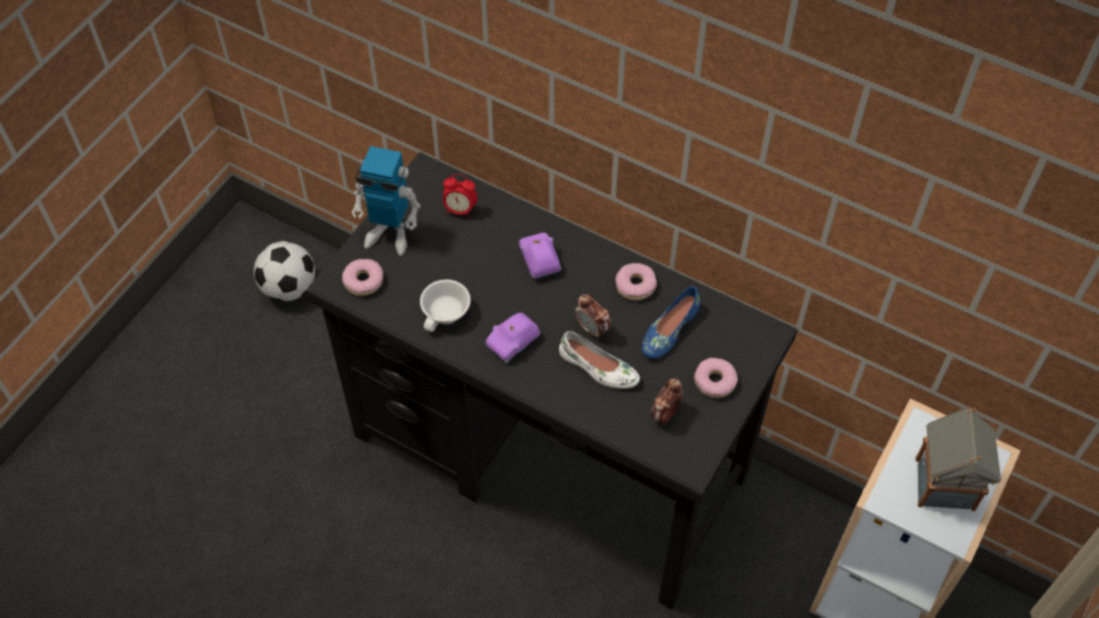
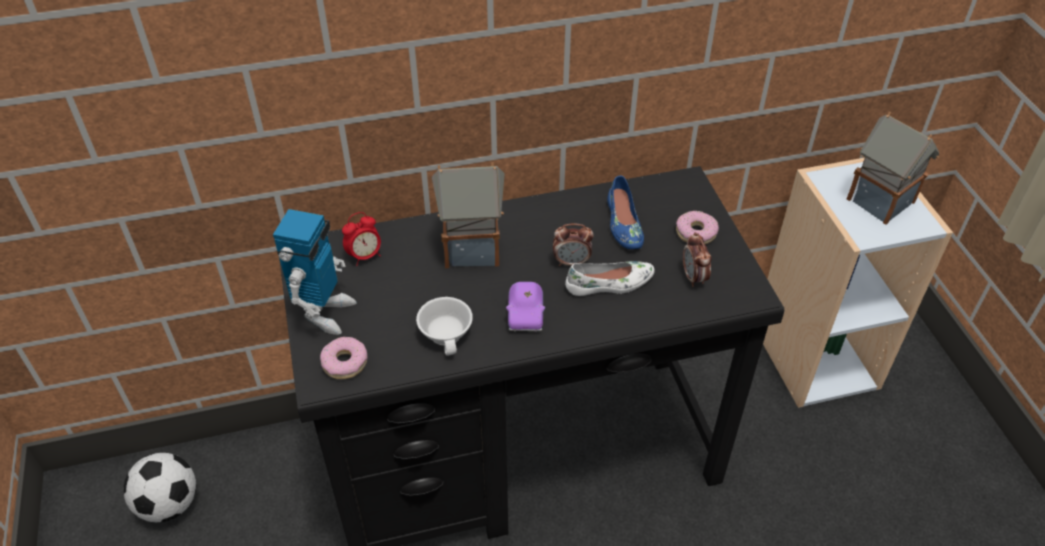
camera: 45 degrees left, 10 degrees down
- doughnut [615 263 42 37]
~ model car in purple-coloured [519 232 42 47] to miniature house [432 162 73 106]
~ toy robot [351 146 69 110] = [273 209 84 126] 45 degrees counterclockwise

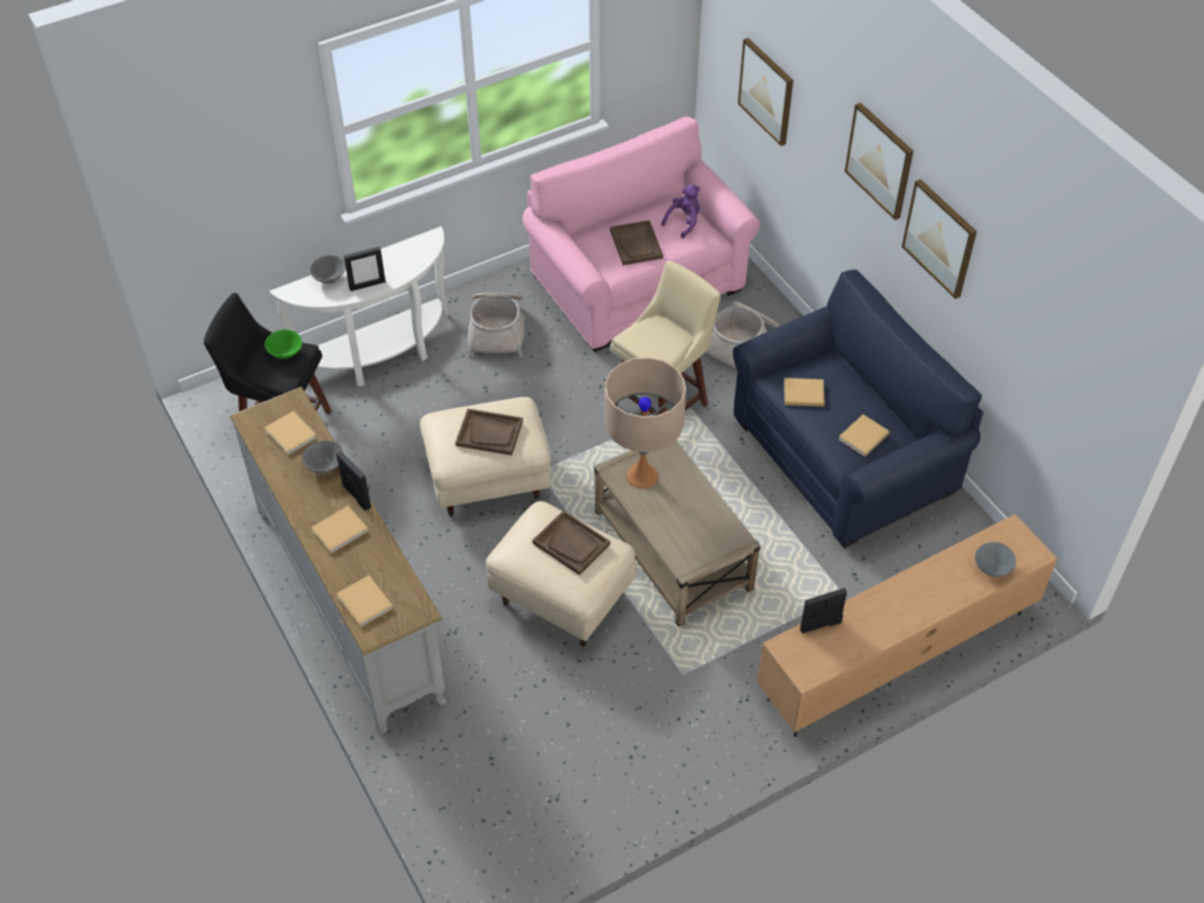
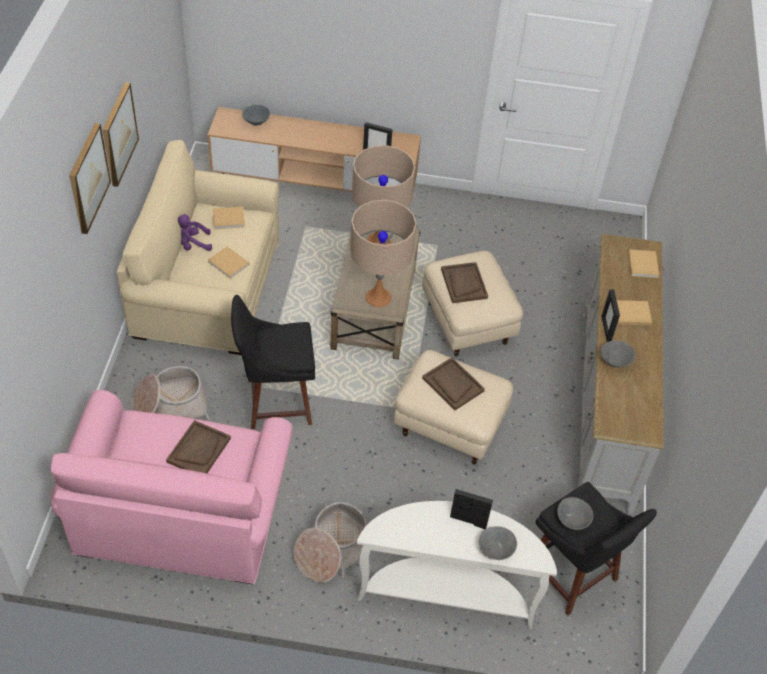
camera: 145 degrees left, 0 degrees up
- book in sand-coloured [264 411 53 44]
- wall art [738 38 55 108]
+ lamp for a table in sand-coloured [352 145 63 99]
~ plush toy in purple-coloured [661 184 39 54] to [178 214 34 37]
~ deep dish in greenish [265 330 37 29] to deep dish in gray [557 497 36 33]
~ sitting stool in sand-coloured [611 261 110 155] to sitting stool in black-coloured [231 295 84 134]
~ settee in blue [733 269 250 279] to settee in sand-coloured [117 140 162 215]

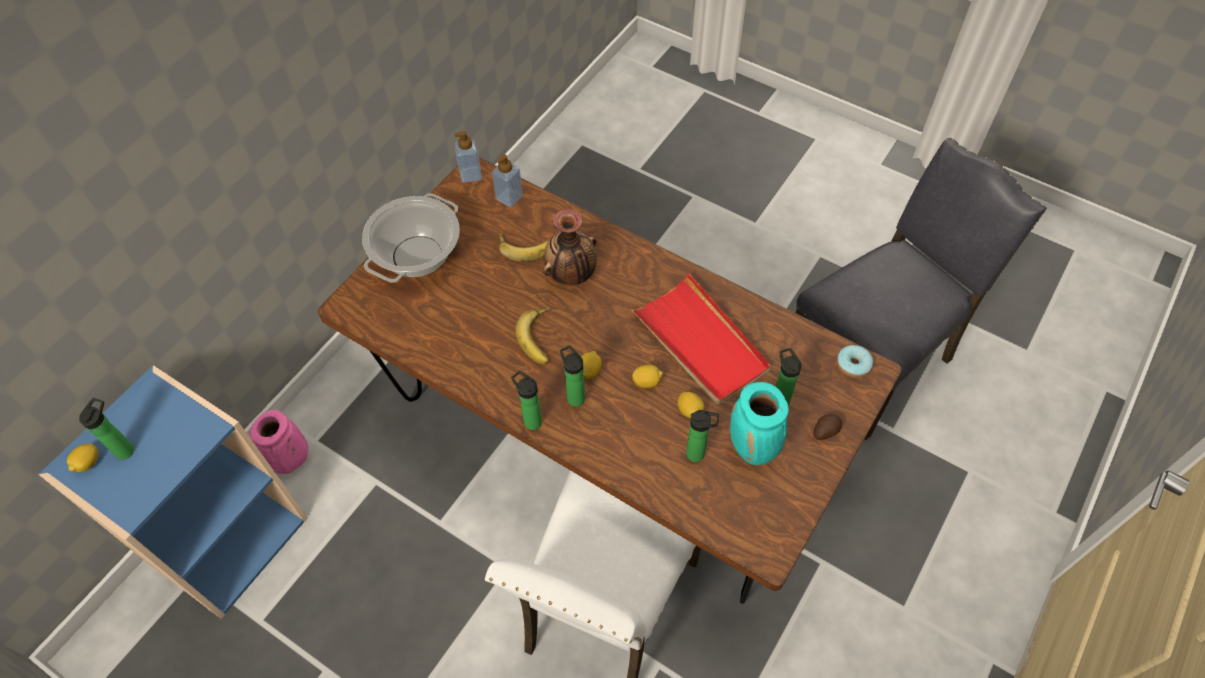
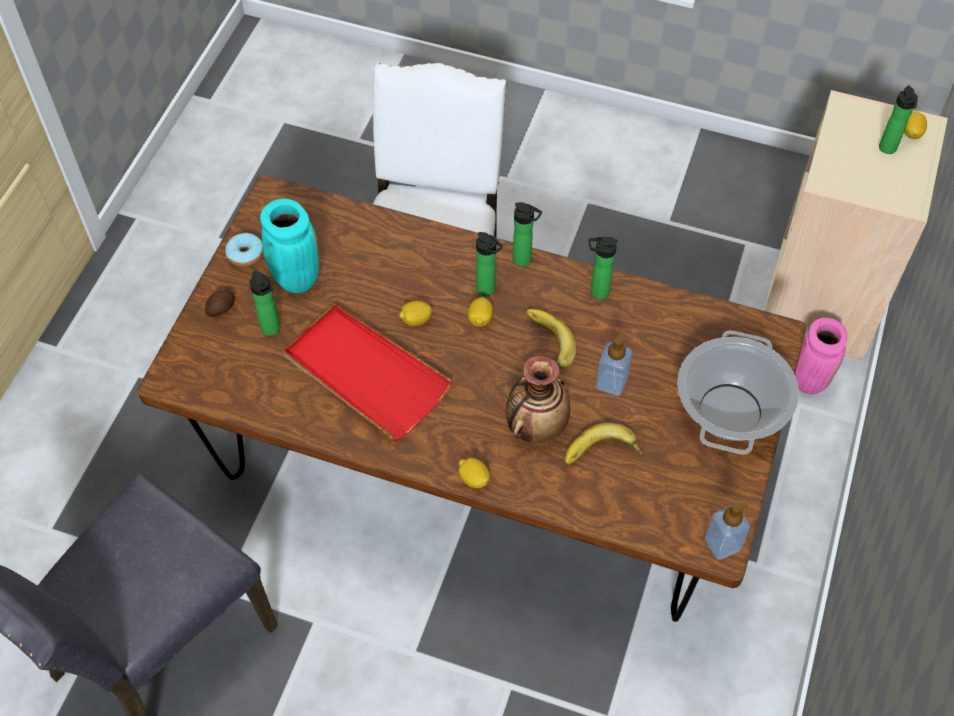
camera: 165 degrees right, 0 degrees up
~ soap dispenser [492 154 31 53] to [596 332 36 64]
~ lemon [678 392 26 27] to [459 458 31 30]
~ bottle [686 410 33 52] to [589 237 29 62]
~ doughnut [837 345 36 33] to [225 233 38 34]
~ shelving unit in blue [39 365 269 254] to shelving unit in sand-coloured [764 90 184 271]

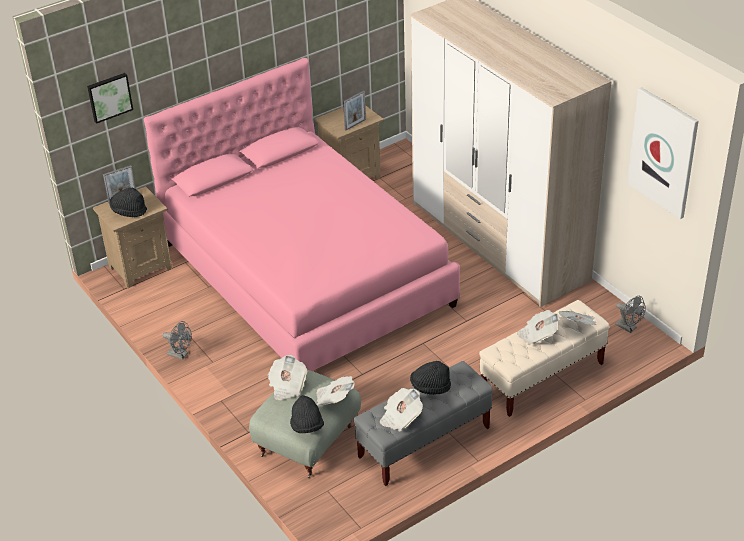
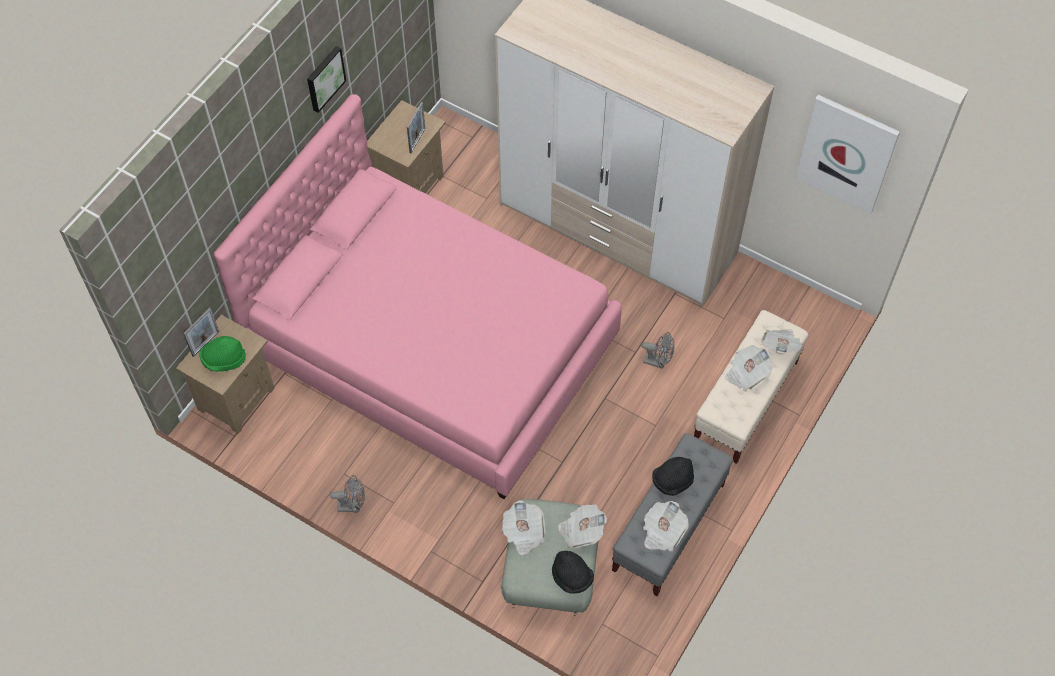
camera: 25 degrees left, 20 degrees up
~ wall art [87 73 46 51] to [307 46 39 67]
~ electric fan in gray [616 296 30 37] to [642 332 33 37]
~ hat in black-coloured [110 187 37 30] to hat in greenish [199 336 47 36]

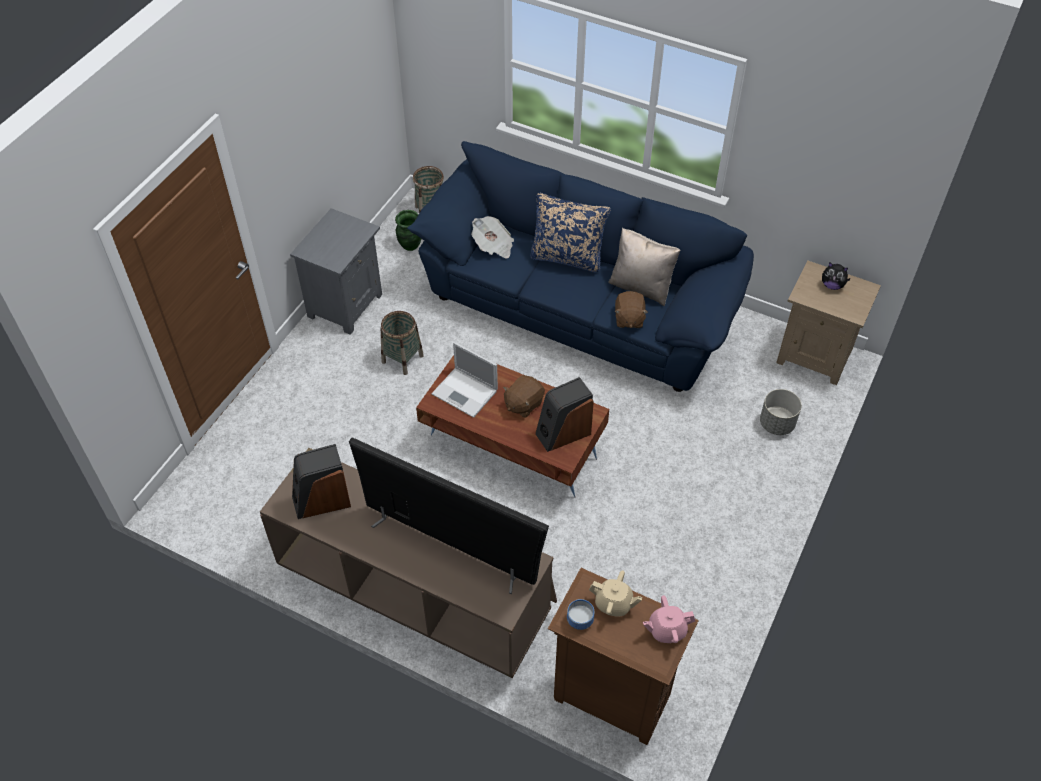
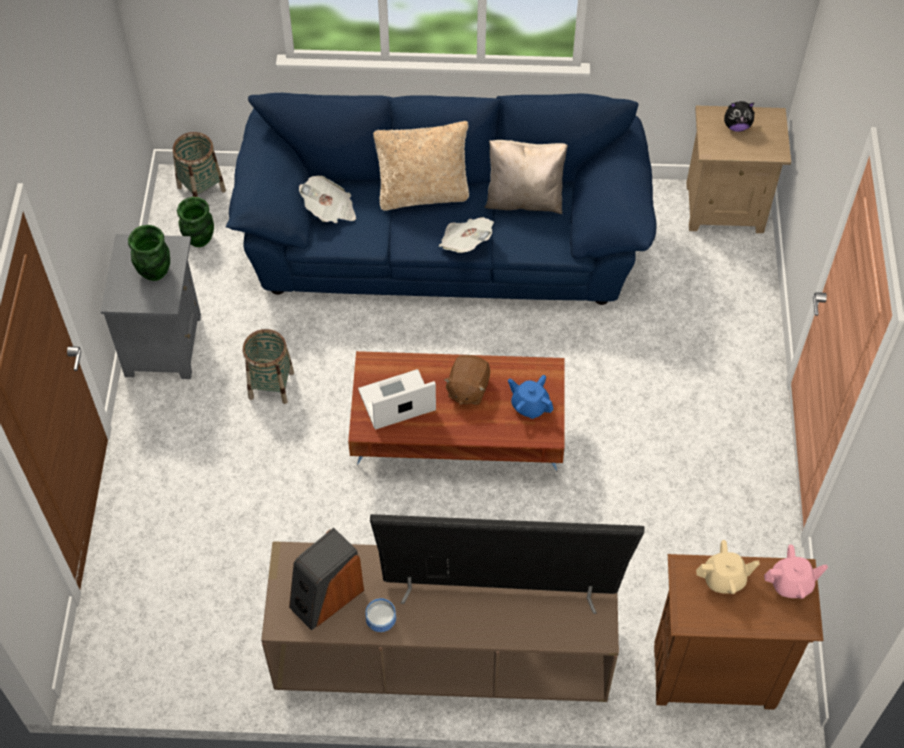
camera: 25 degrees left, 5 degrees up
- plush toy in brown-coloured [615 291 33 37]
- planter in gray [760 389 42 46]
+ decorative vase in greenish [128 225 42 56]
+ newspaper [439 217 55 36]
~ deep dish [567 599 27 31] to [365 598 31 34]
~ speaker [535 377 59 75] to teapot in blue [508 375 46 44]
~ throw pillow in blue [530 193 81 79] to throw pillow in sand-coloured [373 121 96 90]
~ laptop [431 342 67 76] = [358 369 78 61] 150 degrees clockwise
~ teapot in pink-coloured [643 595 52 48] = [764 545 64 54] 150 degrees counterclockwise

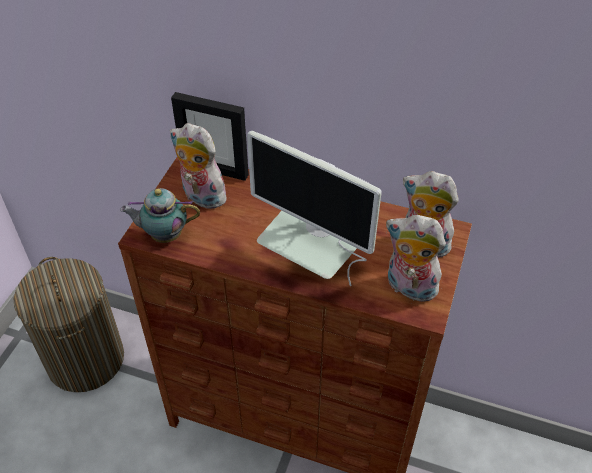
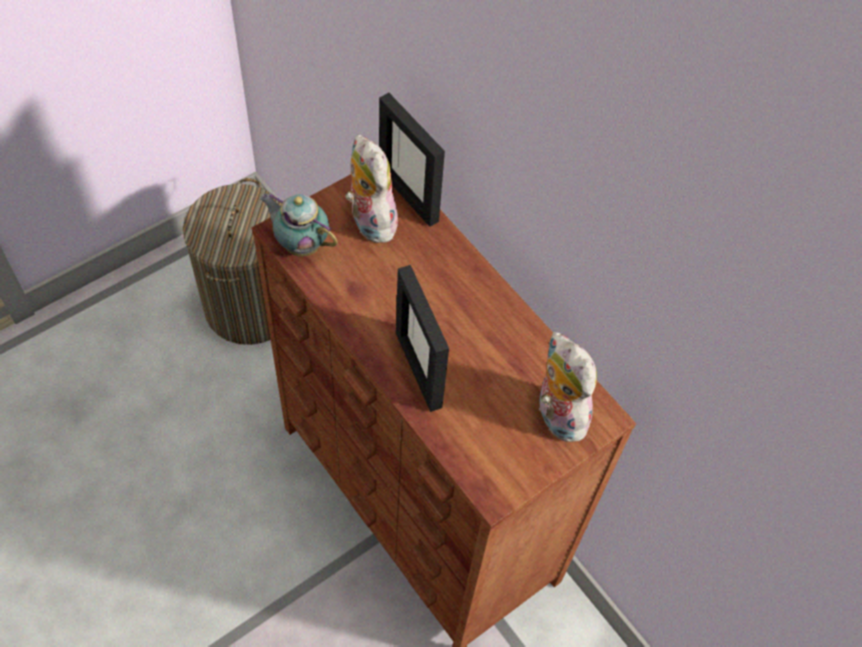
camera: 30 degrees right, 10 degrees up
- plush toy [386 215 60 89]
~ computer screen [247 131 135 155] to standing frame [396 265 53 147]

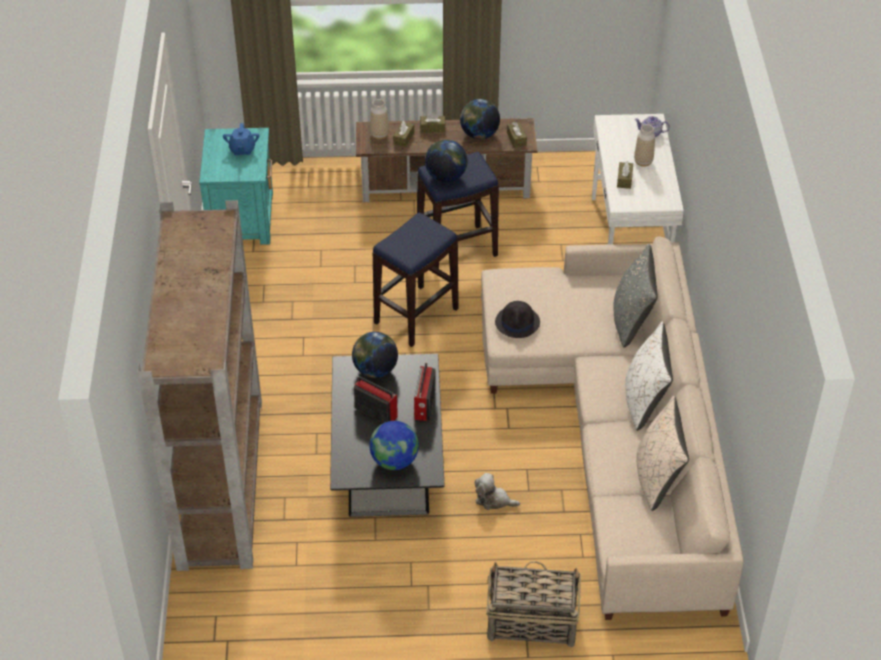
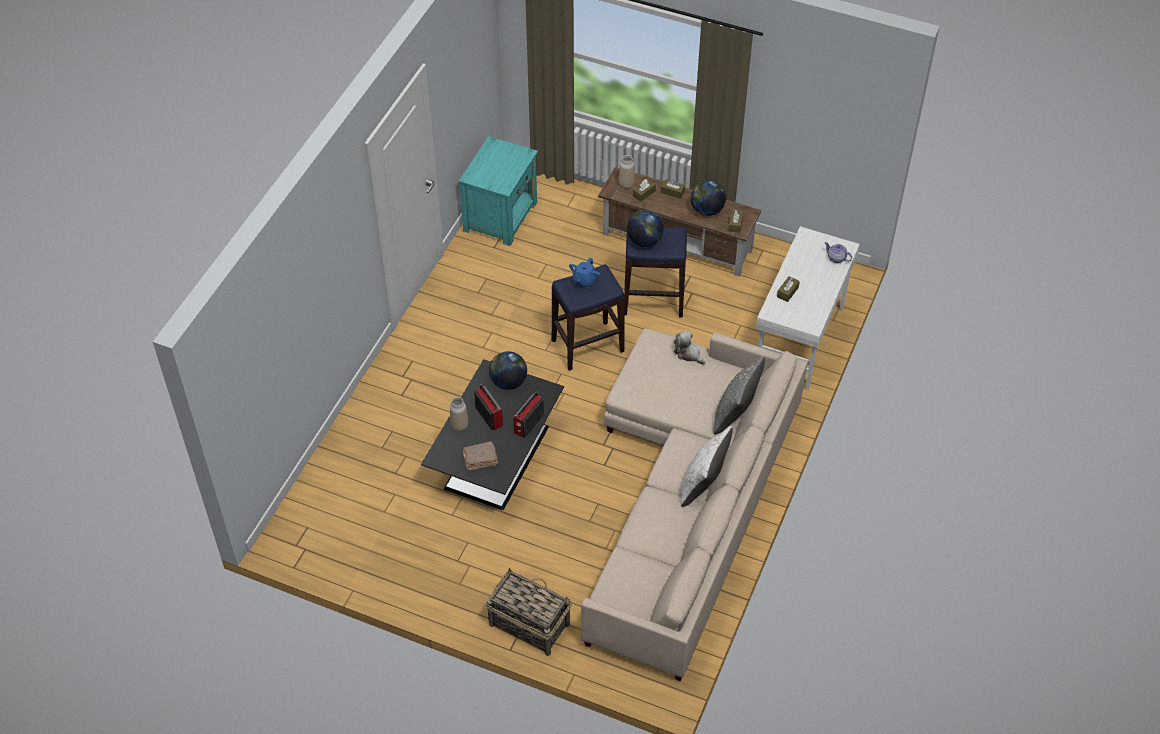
camera: 25 degrees right, 5 degrees up
- shelving unit in brown-coloured [137 200 125 371]
- hat in black-coloured [495 301 45 37]
- throw pillow in sand-coloured [636 396 53 115]
~ teapot in blue [223 123 36 32] to [569 257 31 31]
~ plush toy [475 473 45 37] to [674 330 31 34]
~ decorative vase [634 124 21 43] to [450 397 18 34]
~ desk globe [369 421 50 49] to book in brown-coloured [462 441 36 30]

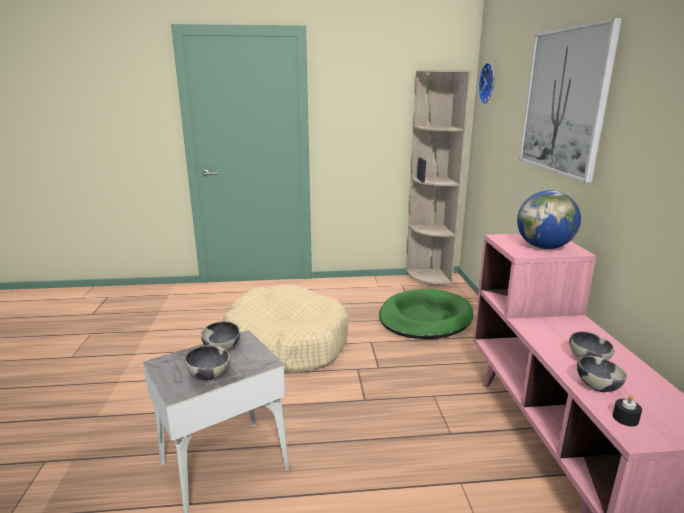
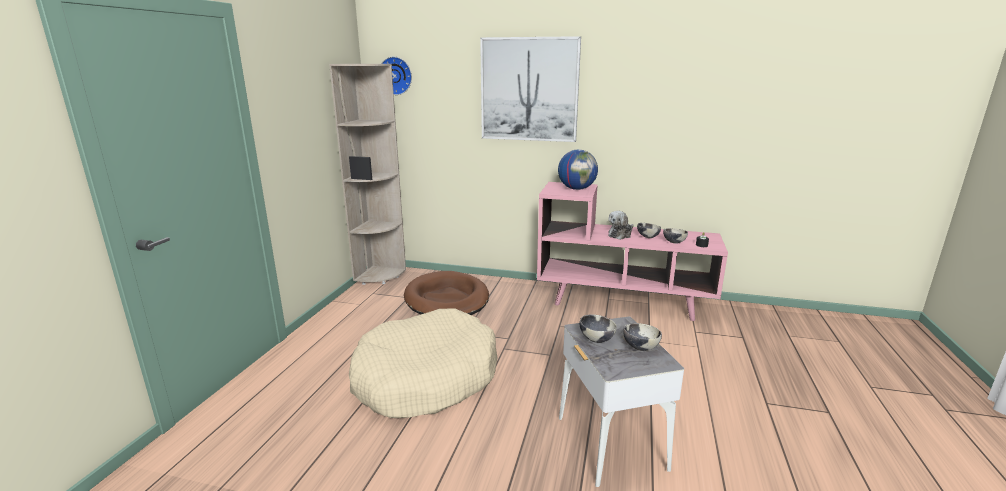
camera: 70 degrees left, 0 degrees up
+ plush toy [608 211 26 29]
~ dog bed in greenish [379 289 95 50] to dog bed in brown-coloured [404 271 85 44]

